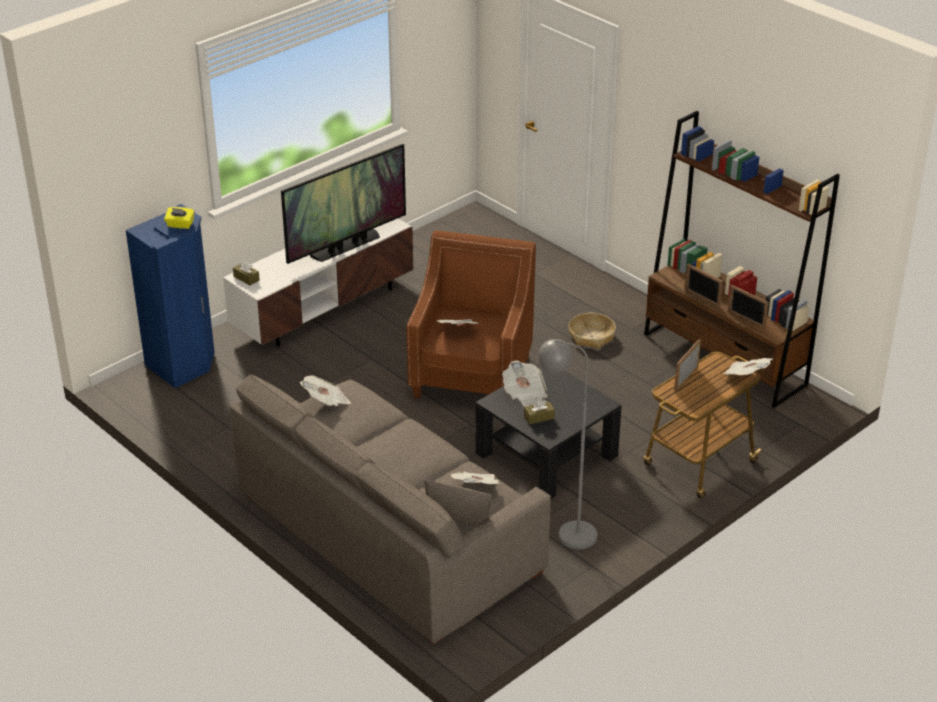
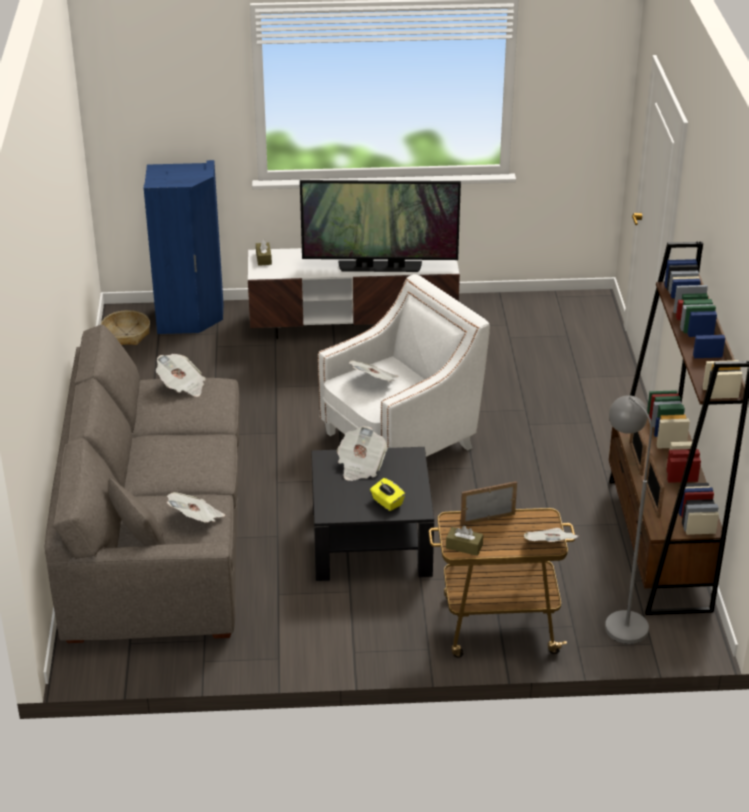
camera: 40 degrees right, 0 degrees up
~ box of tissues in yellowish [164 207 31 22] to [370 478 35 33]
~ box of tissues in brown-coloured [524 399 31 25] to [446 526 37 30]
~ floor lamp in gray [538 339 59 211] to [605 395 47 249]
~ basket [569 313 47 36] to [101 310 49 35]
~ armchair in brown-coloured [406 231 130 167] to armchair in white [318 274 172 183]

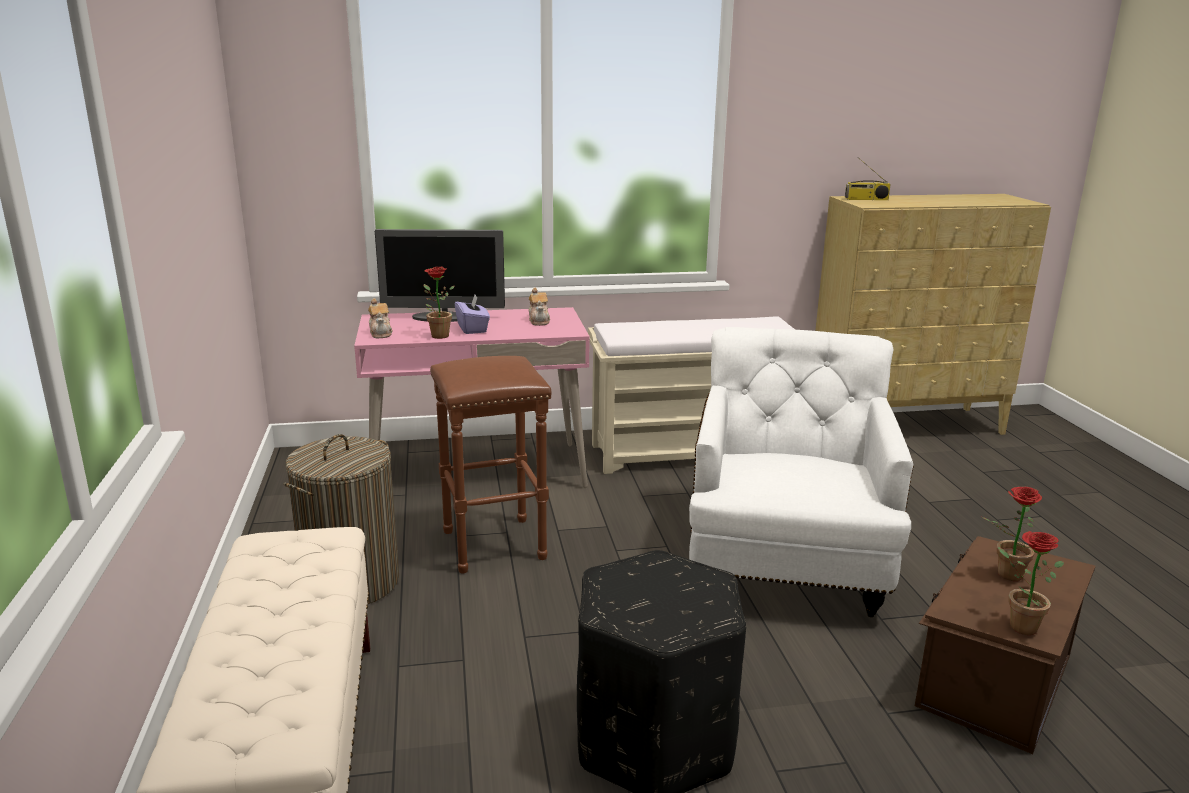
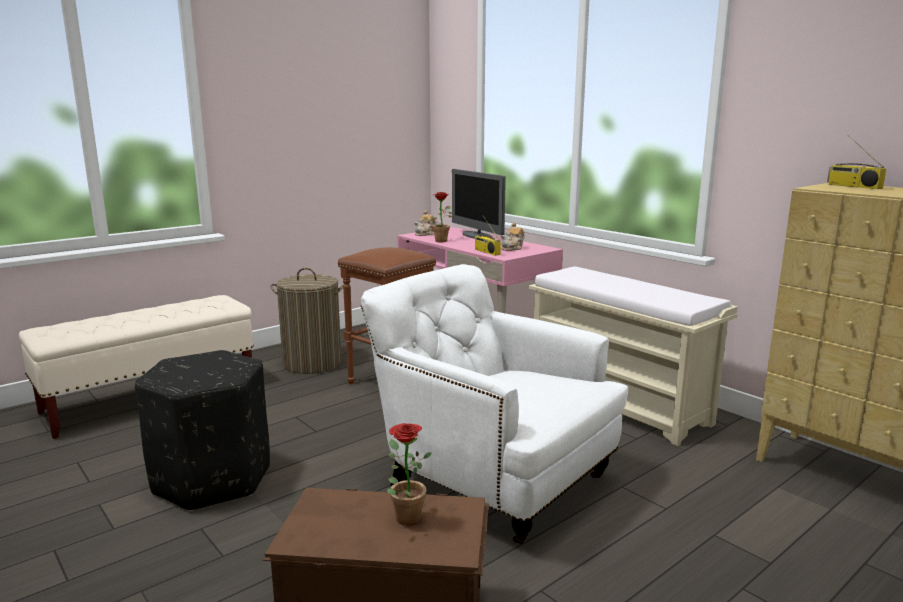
camera: 60 degrees right, 5 degrees down
- box of tissues in purple-coloured [455 295 35 39]
- houseplant [998 531 66 104]
+ radio [475 215 26 41]
~ armchair in white [689 327 225 290] = [361 264 267 280] 120 degrees counterclockwise

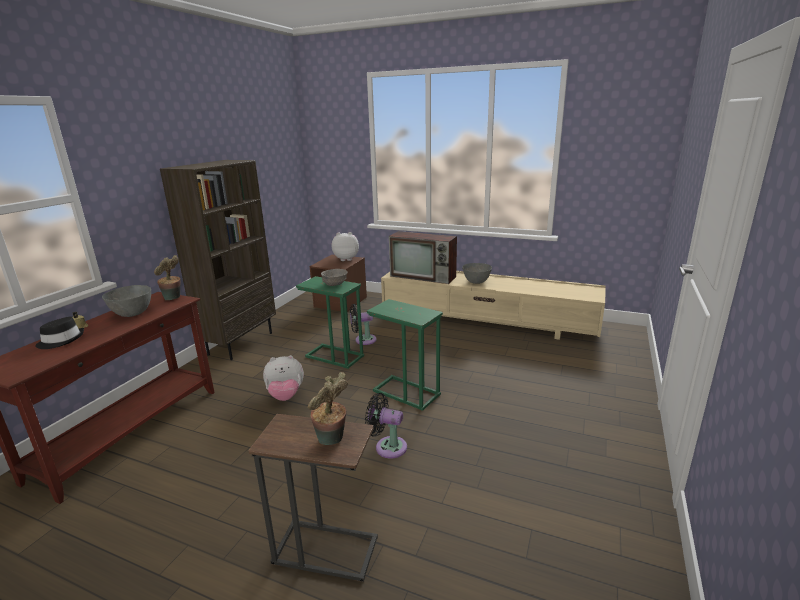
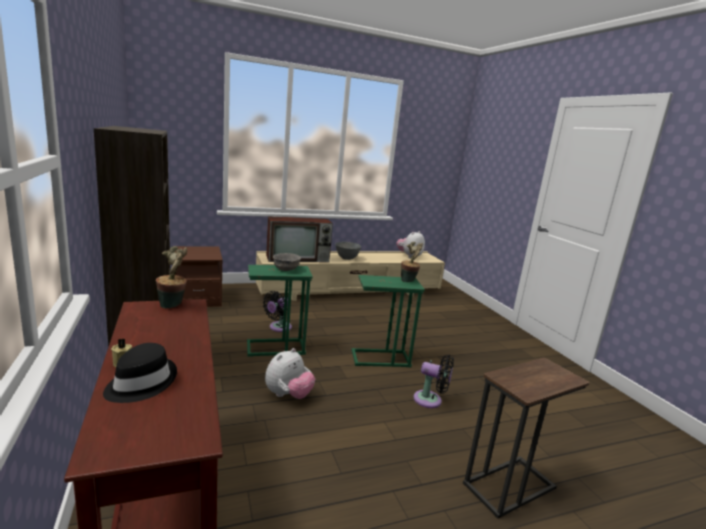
camera: 45 degrees left, 5 degrees down
- deep dish in gray [102 285 49 32]
~ houseplant [308 372 40 73] to [401 242 22 40]
~ plush toy [332 232 27 29] to [397 231 28 27]
~ electric fan in black-coloured [365 393 42 66] = [413 355 41 53] 135 degrees counterclockwise

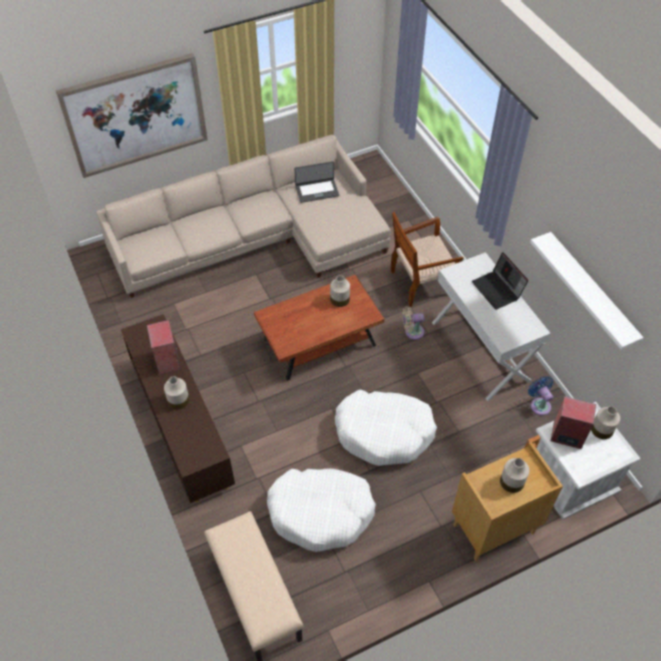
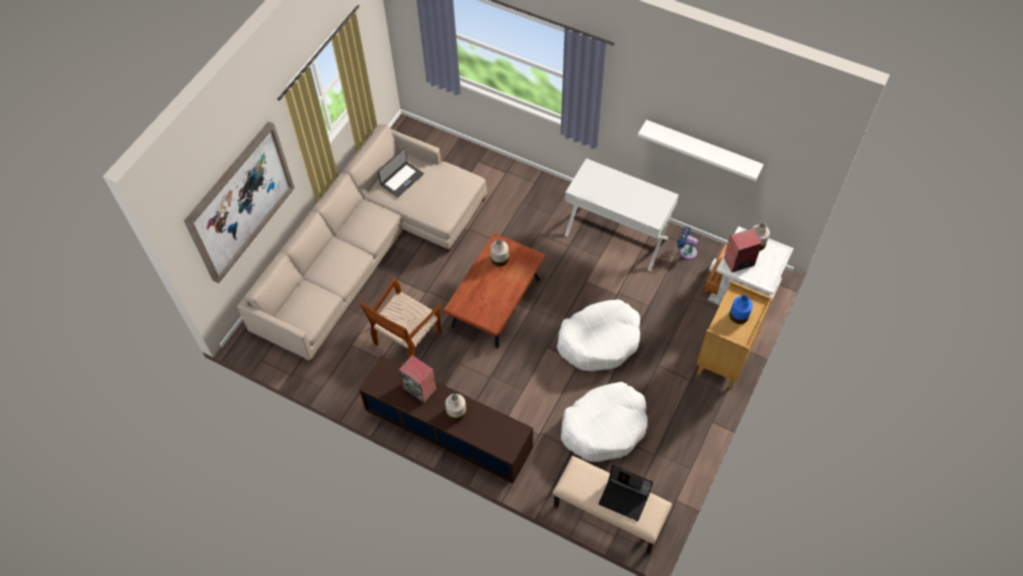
camera: 35 degrees left, 5 degrees up
- electric fan in sand-coloured [403 306 21 34]
~ armchair in brown-coloured [391 212 73 95] to [359 278 82 80]
~ laptop [472 252 56 58] to [599 465 54 56]
~ decorative vase in sand-coloured [500 458 29 35] to decorative vase in blue [729 295 24 29]

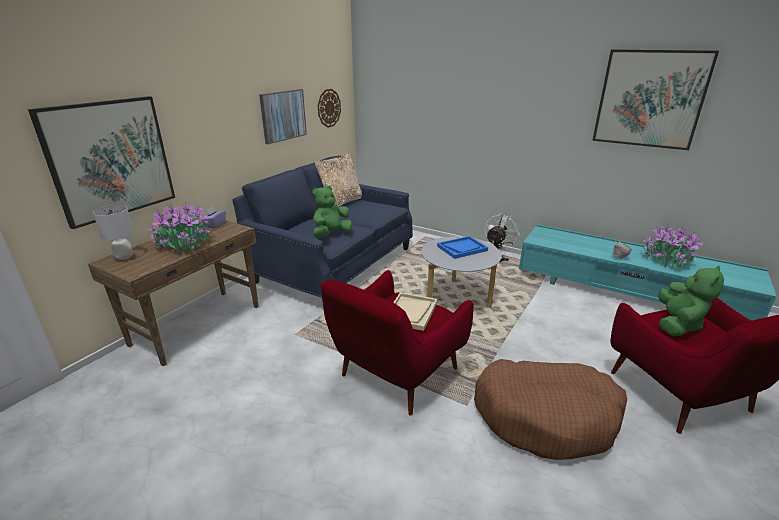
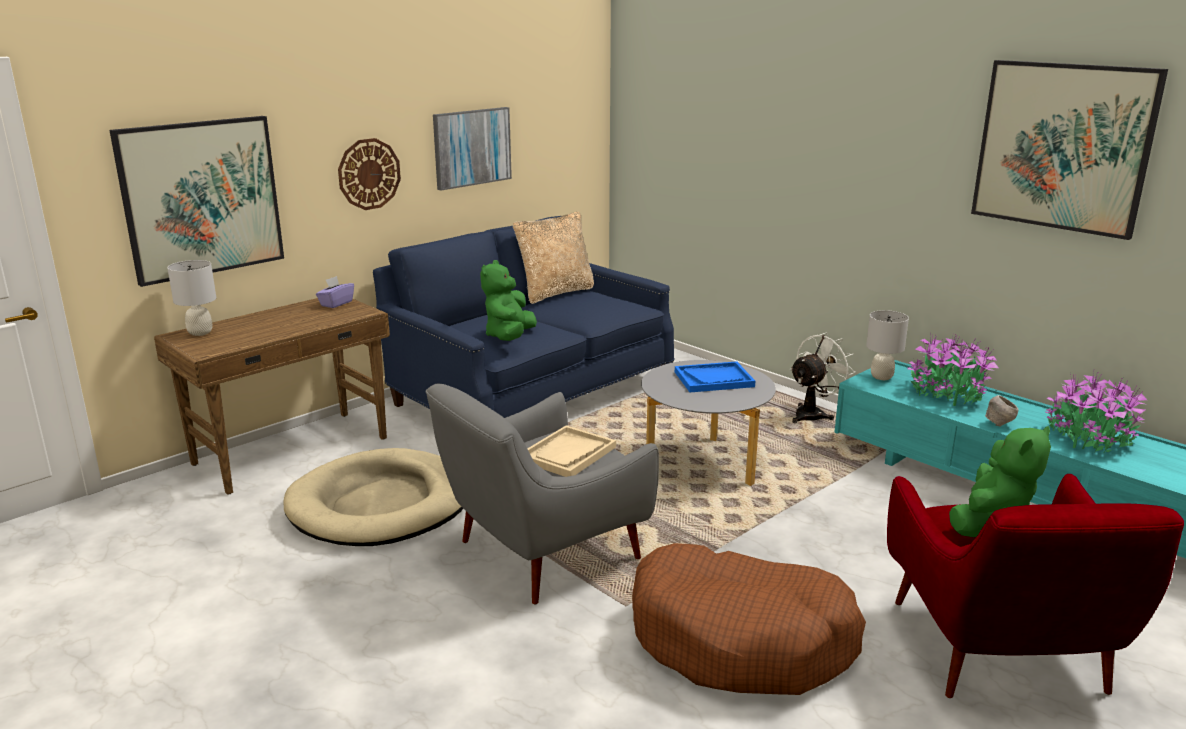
camera: 15 degrees right, 5 degrees down
+ dog bed in sand-coloured [283 448 180 98]
+ lamp for a table in gray [866 310 43 70]
~ houseplant [147 203 63 50] to [908 332 91 74]
~ clock on the wall [318 89 23 39] to [338 138 63 72]
~ armchair in reddish [320 270 154 146] to armchair in gray [426 384 233 220]
~ plush toy in greenish [312 185 40 53] = [480 260 57 81] 45 degrees counterclockwise

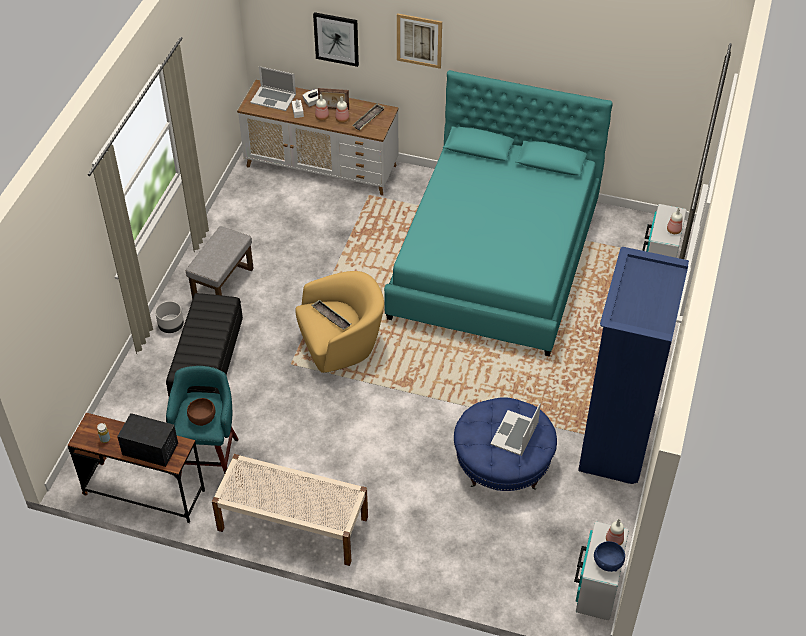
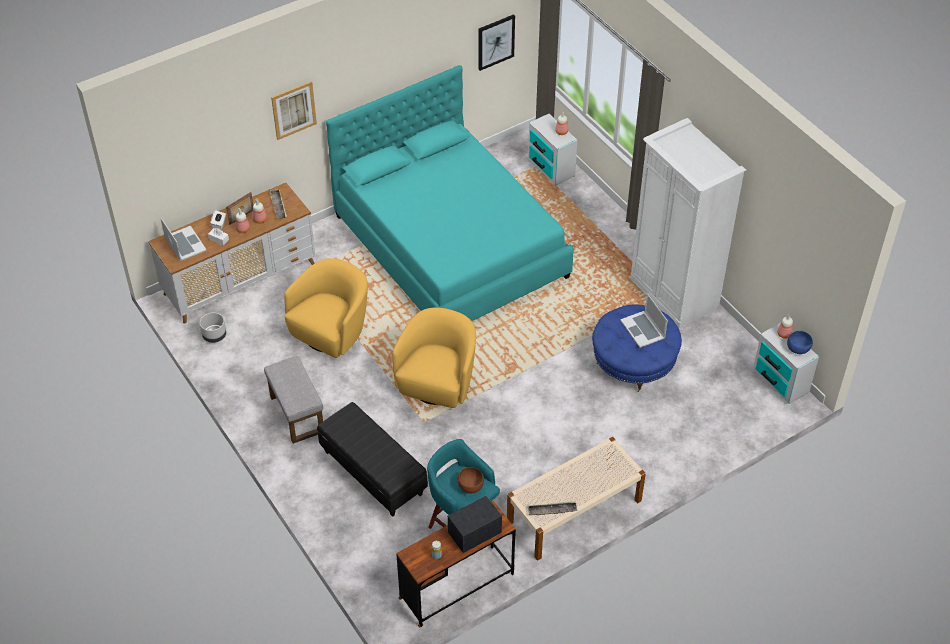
camera: 50 degrees left, 0 degrees up
+ armchair in yellowish [284 258 84 100]
~ planter in gray [155 301 29 32] to [200 313 26 30]
~ tray [311 300 40 30] to [527 501 50 14]
~ wall art [313 12 46 55] to [478 14 37 57]
~ wardrobe in blue [578 247 111 237] to wardrobe in white [630 118 116 210]
~ laptop [250 66 46 45] = [161 218 46 43] 90 degrees counterclockwise

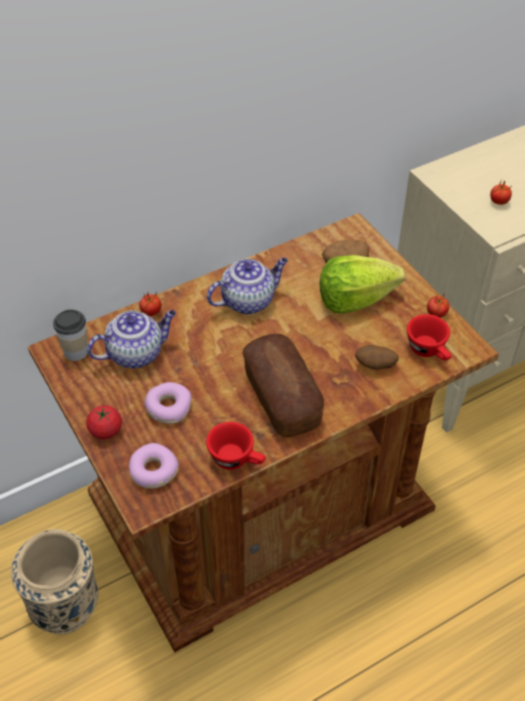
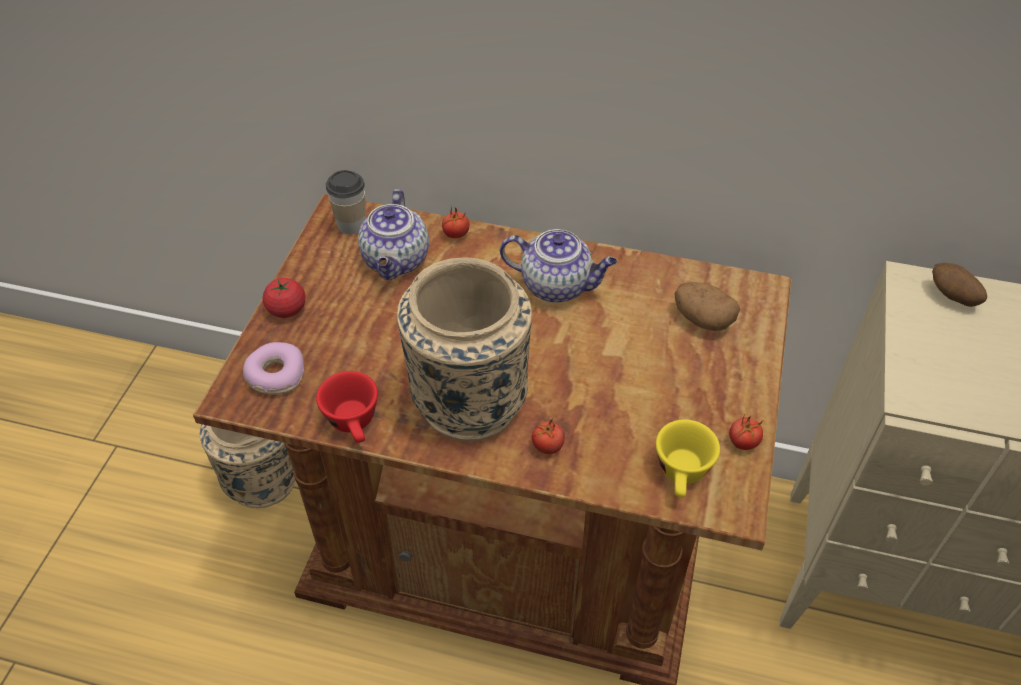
camera: 45 degrees right, 0 degrees up
- doughnut [144 382 47 42]
- lettuce head [320 255 85 58]
~ spud [355 345 44 25] to [932 263 55 44]
~ tomato [490 180 22 25] to [532 417 33 37]
~ bakery bread [243 334 81 103] to decorative vase in sand-coloured [397 257 135 185]
~ cup in reddish [407 314 44 47] to cup in yellowish [656 419 64 79]
~ teapot [87 310 89 59] = [358 189 71 91] 75 degrees clockwise

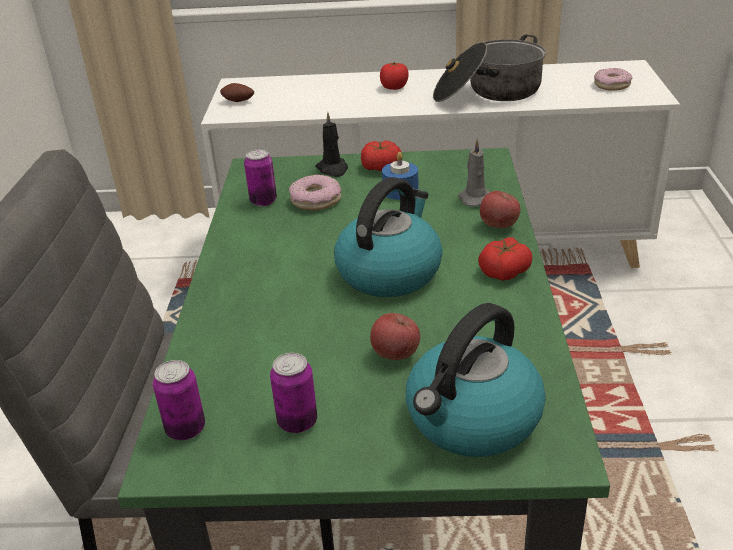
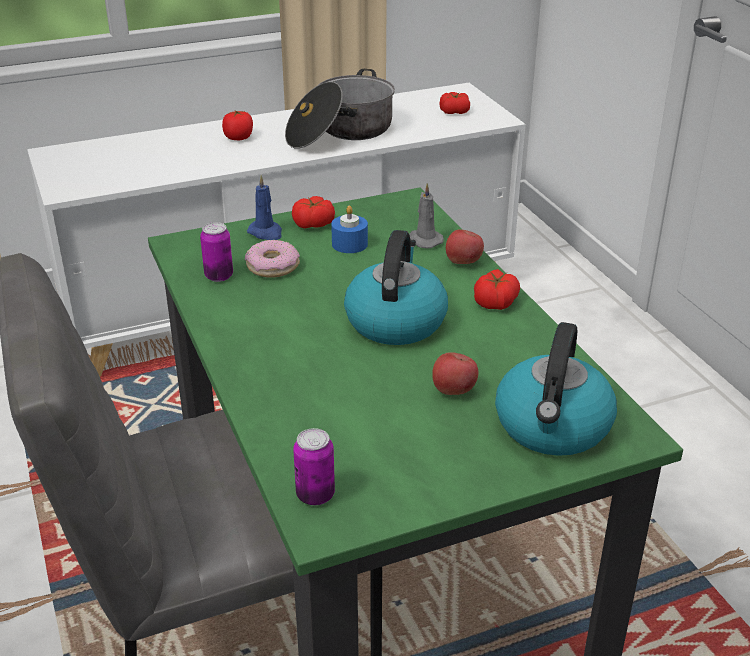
camera: 25 degrees left, 0 degrees up
- spud [220 83 34 19]
- metal can [270 353 47 80]
~ doughnut [594 68 38 23] to tomato [440 92 30 22]
~ wax candle in black-coloured [315 112 33 65] to wax candle in blue [247 175 35 65]

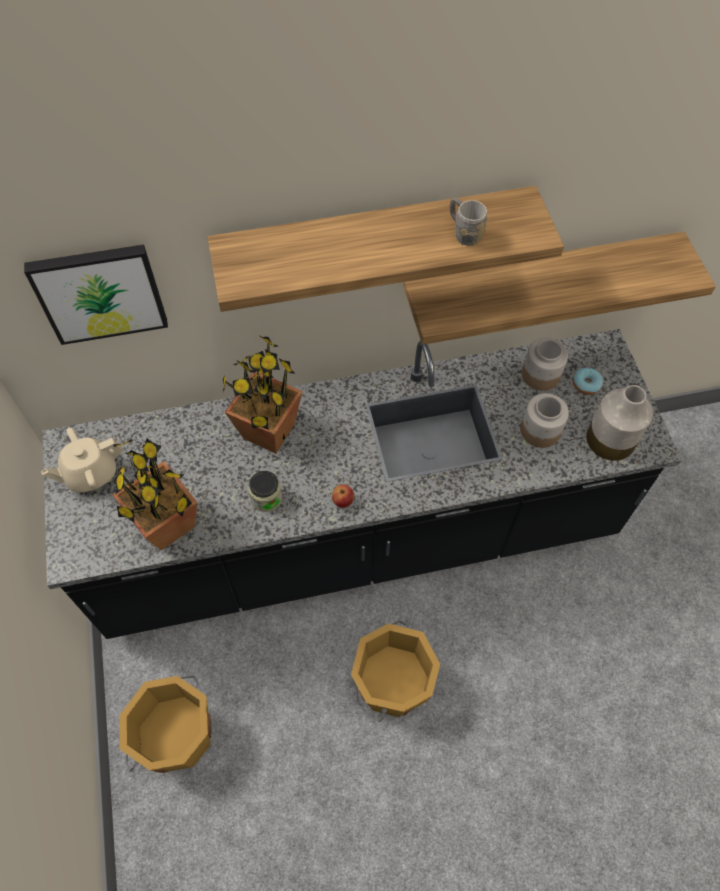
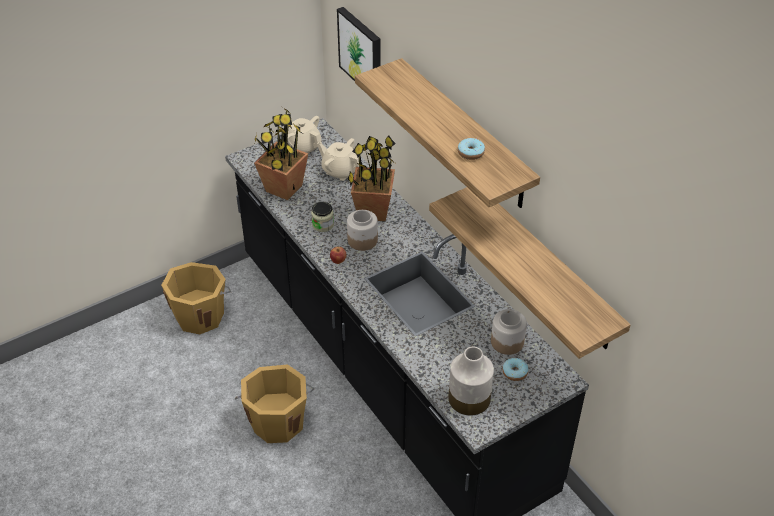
camera: 70 degrees right, 15 degrees down
+ teapot in sand-coloured [317 138 42 43]
~ preserve jar [520 393 49 55] to [347 210 31 41]
~ mug in gray [450 198 37 48] to doughnut [458 138 27 22]

